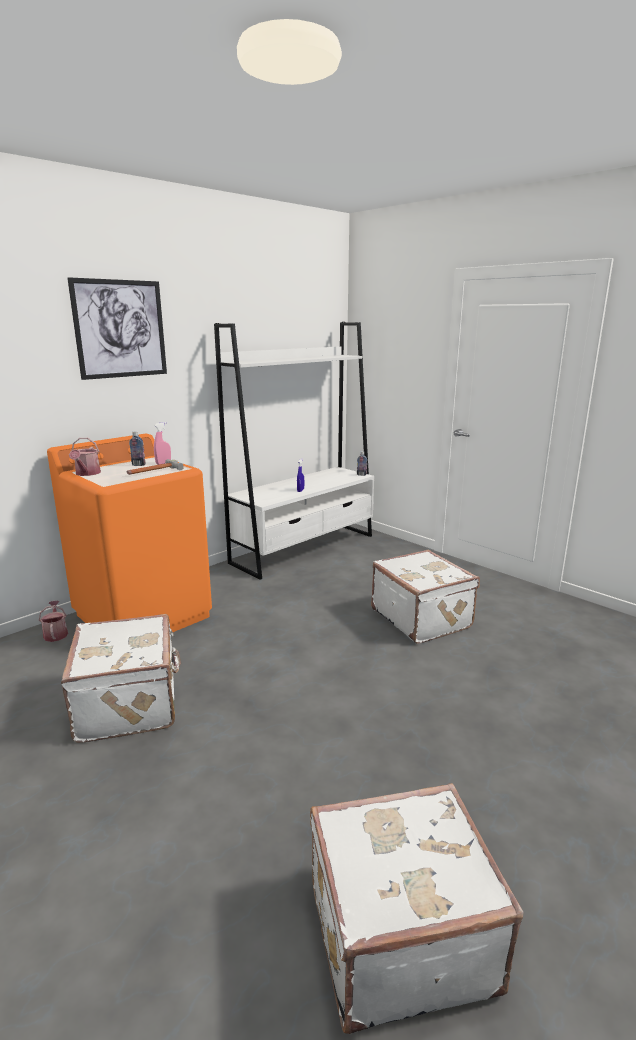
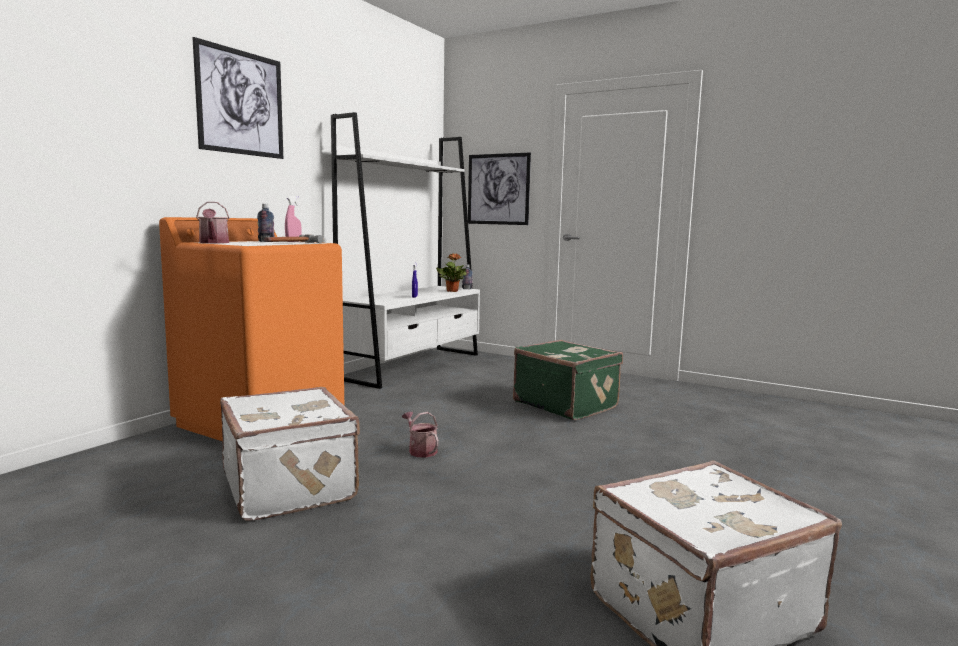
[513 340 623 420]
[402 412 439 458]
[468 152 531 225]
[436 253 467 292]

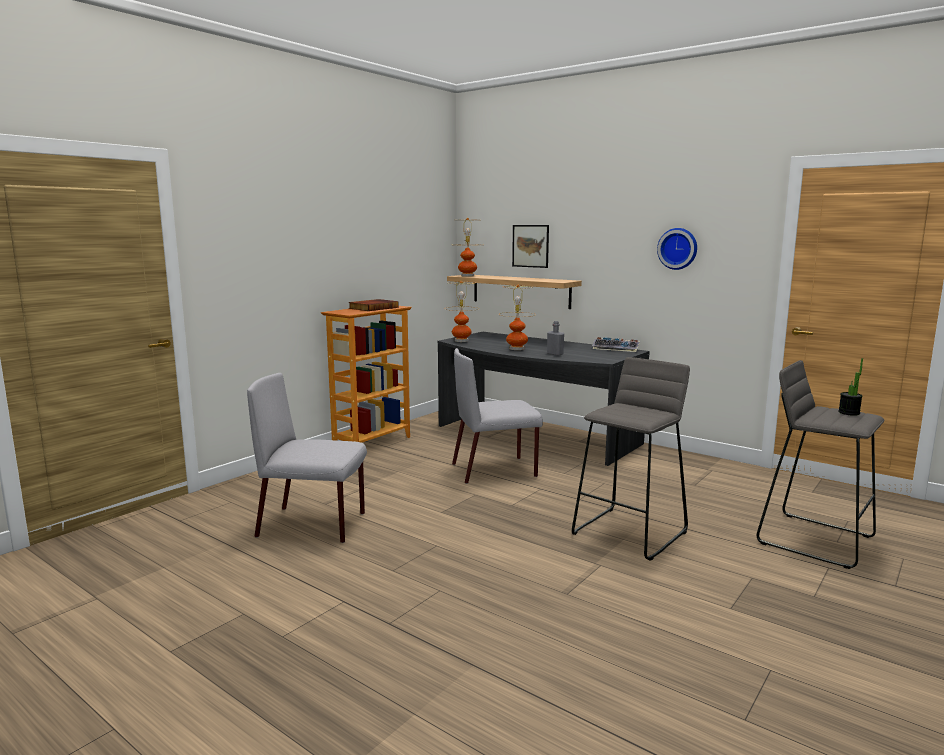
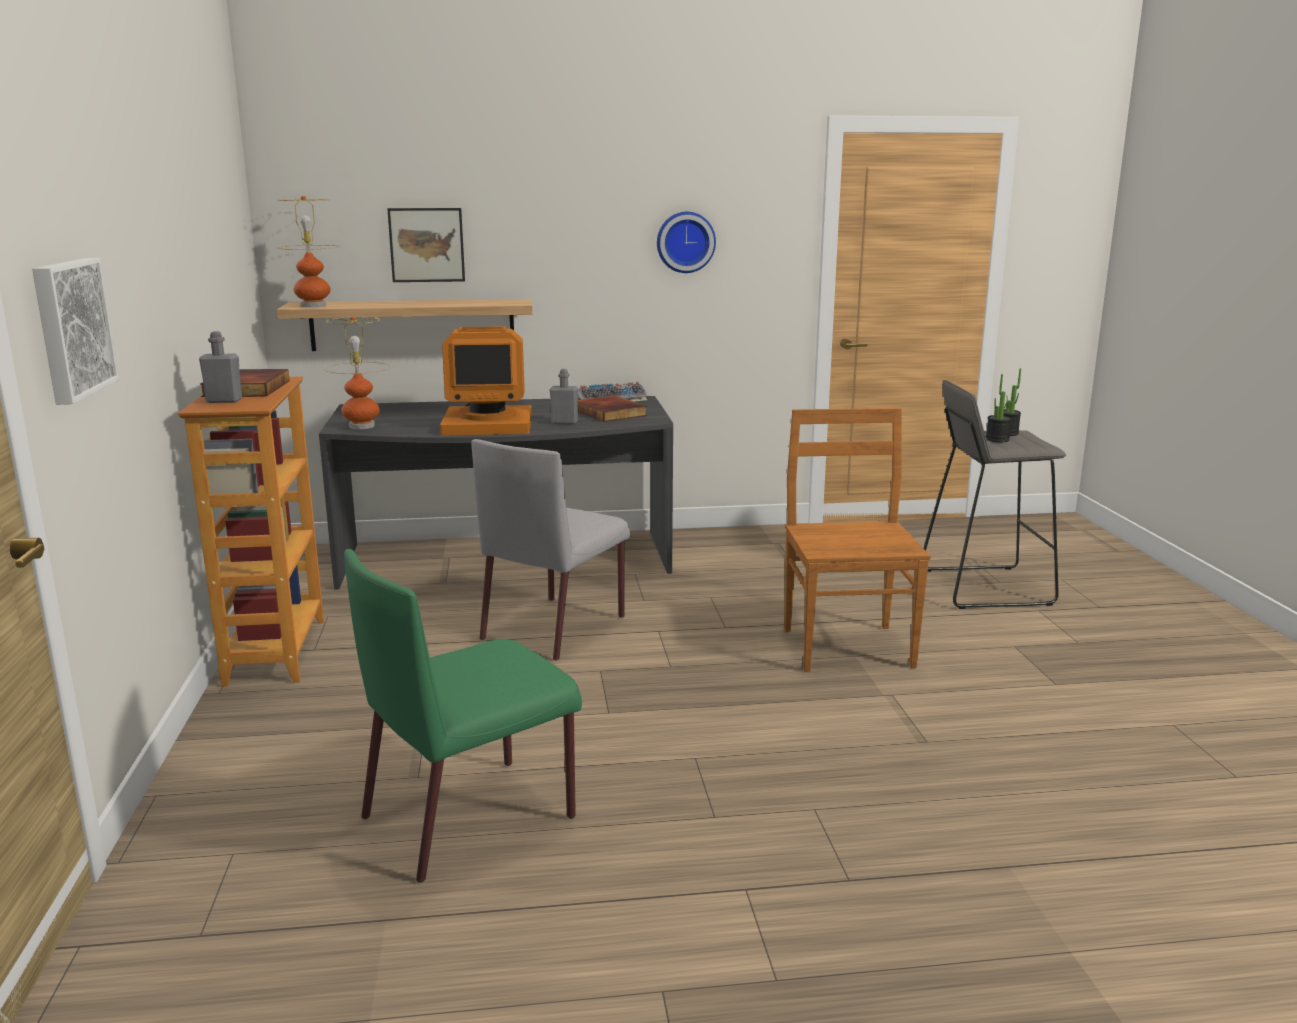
[440 326 532 435]
[784 408 931 672]
[344 549 582 883]
[32 258 119 405]
[199 331 242 403]
[986 374 1012 442]
[578 395 647 422]

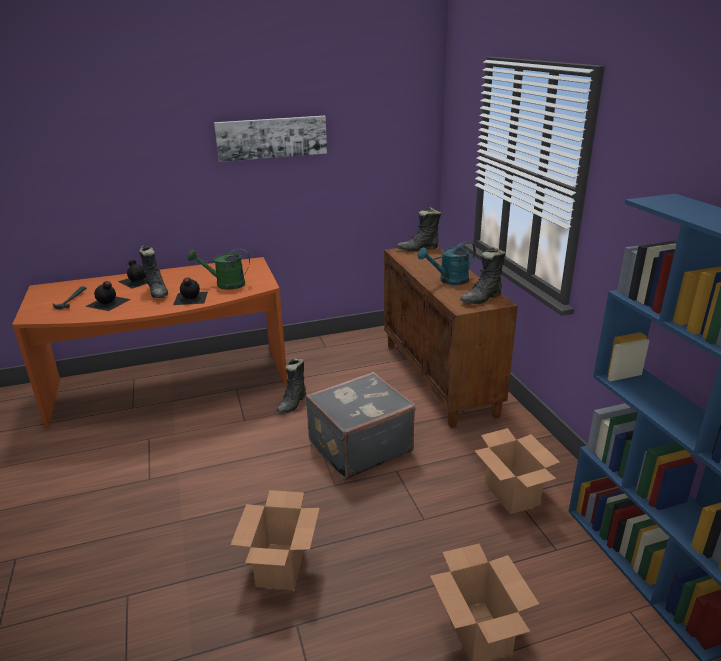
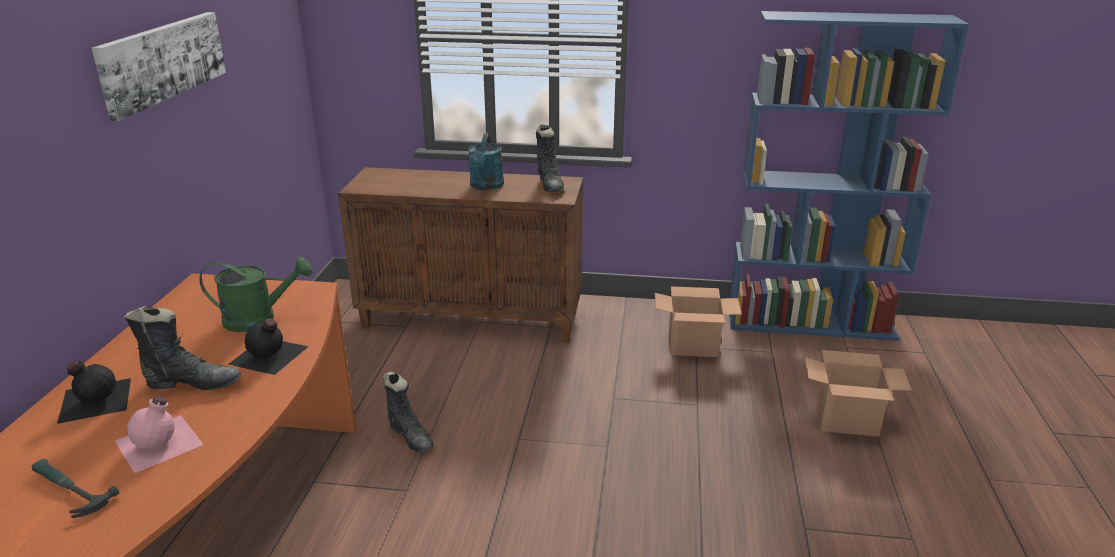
[396 207 441 252] (first image)
[199 257 313 332]
[115 396 203 473]
[305 372 416 480] (first image)
[231 490 320 590] (first image)

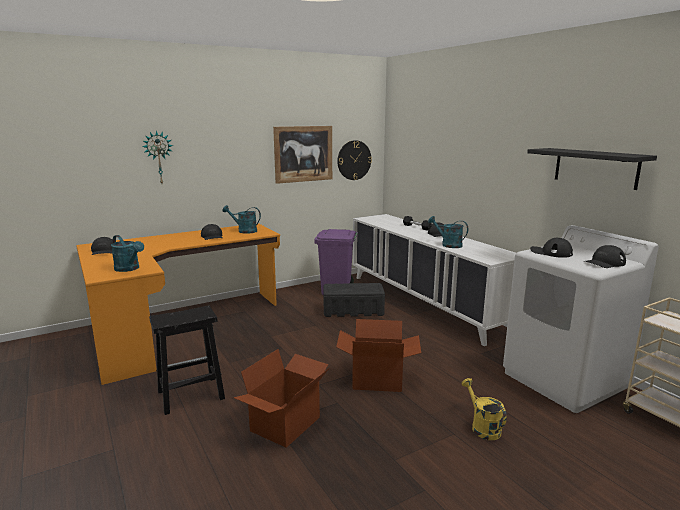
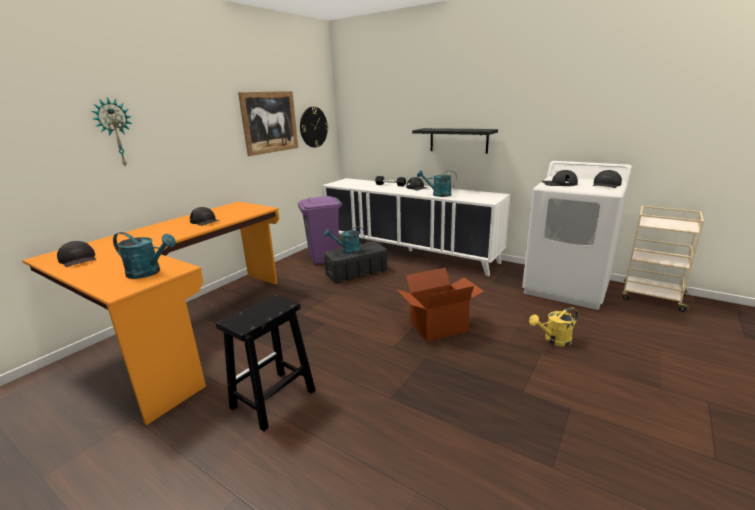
[412 128 498 154]
[324 227 365 254]
[233 349 329 448] (first image)
[529 307 578 346]

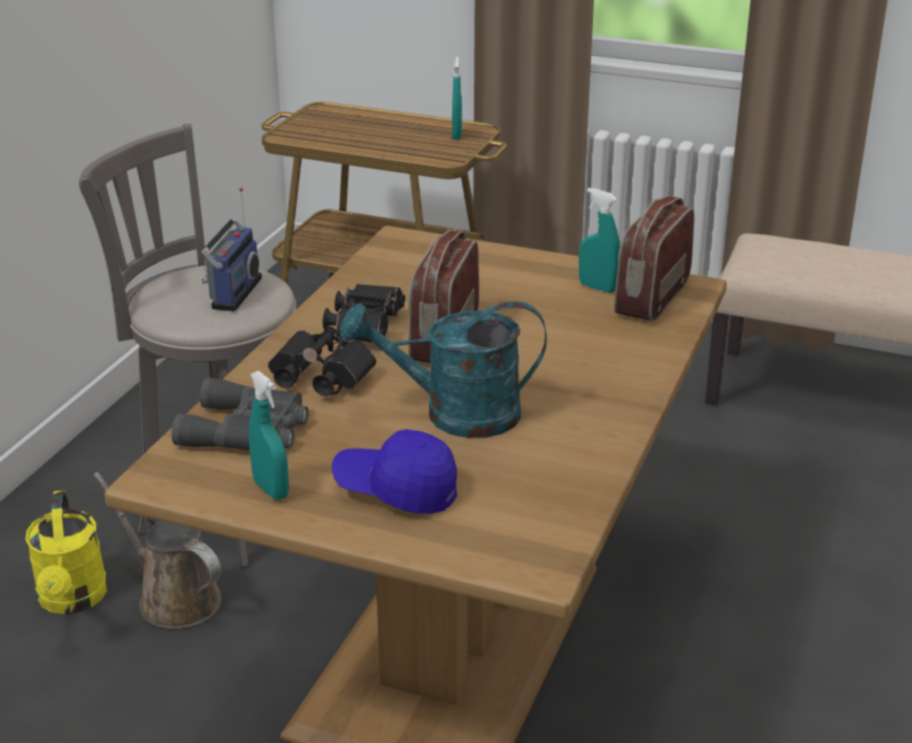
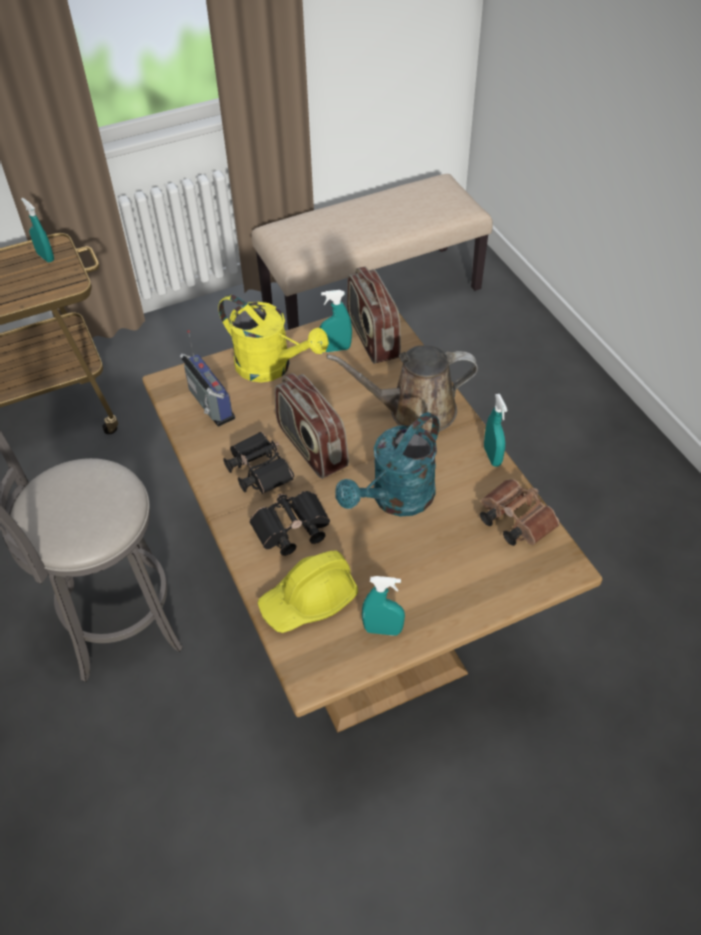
[180 330 235 427]
[258 550 358 633]
[332 429 457 514] (first image)
[327 345 478 433]
[218 295 329 382]
[484 394 508 467]
[480 479 559 546]

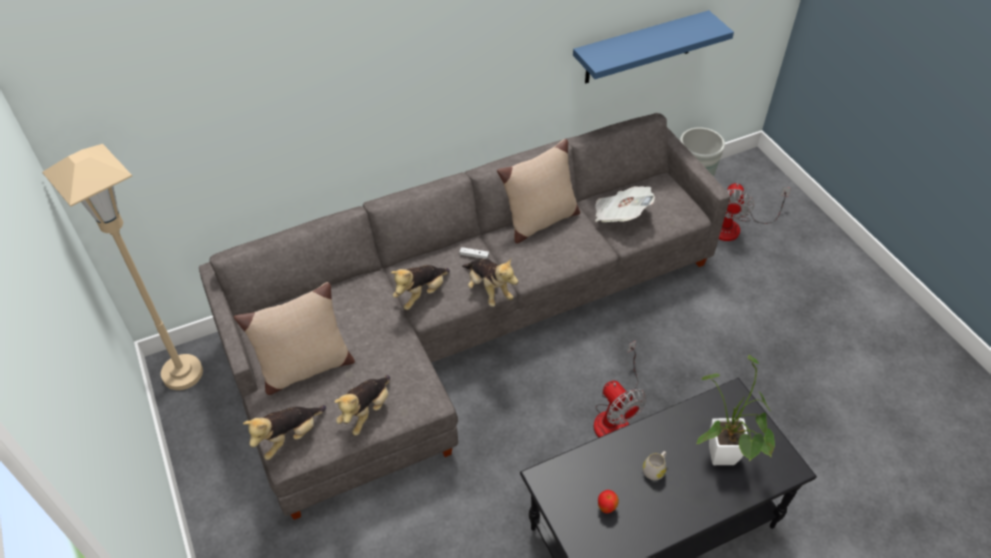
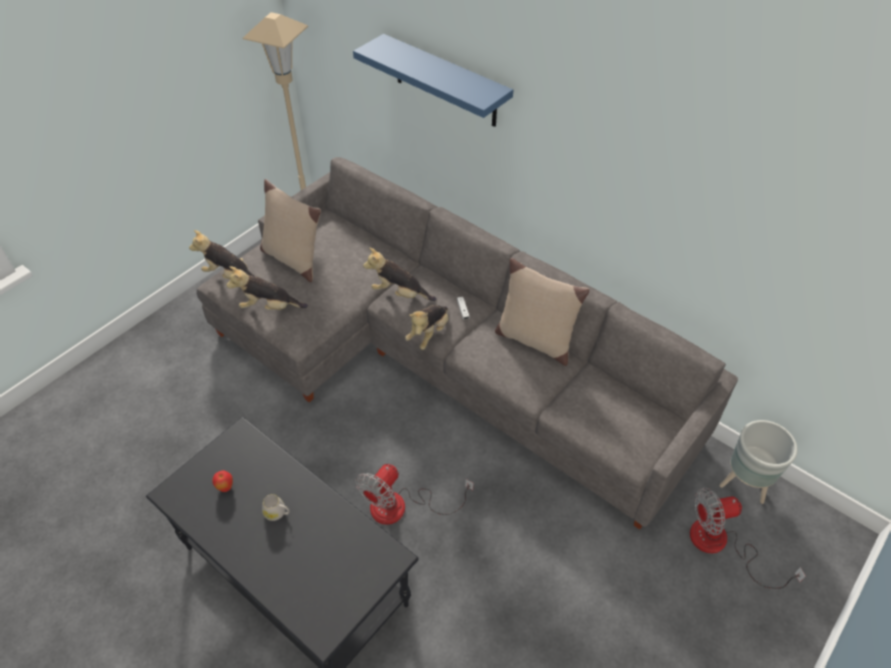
[353 34 513 127]
[595 186 655 222] (first image)
[697 354 775 465] (first image)

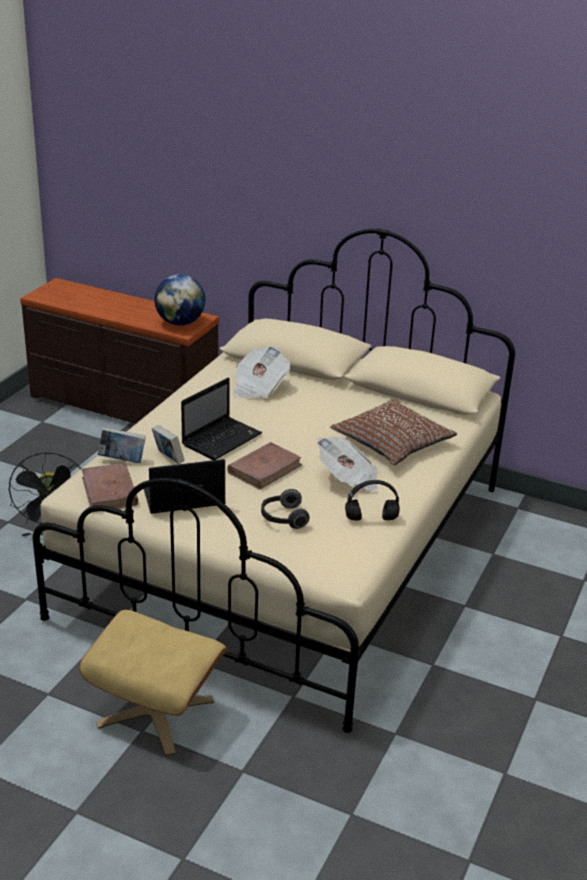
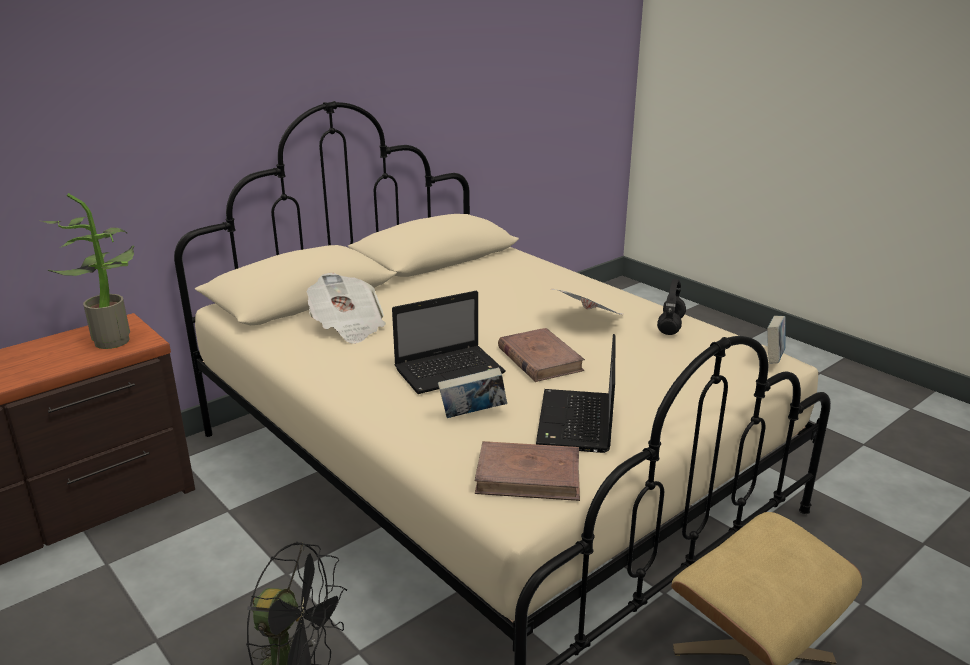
[42 193 135 349]
[392 291 506 394]
[330 399 457 465] (first image)
[767 316 786 363]
[261 489 310 529] (first image)

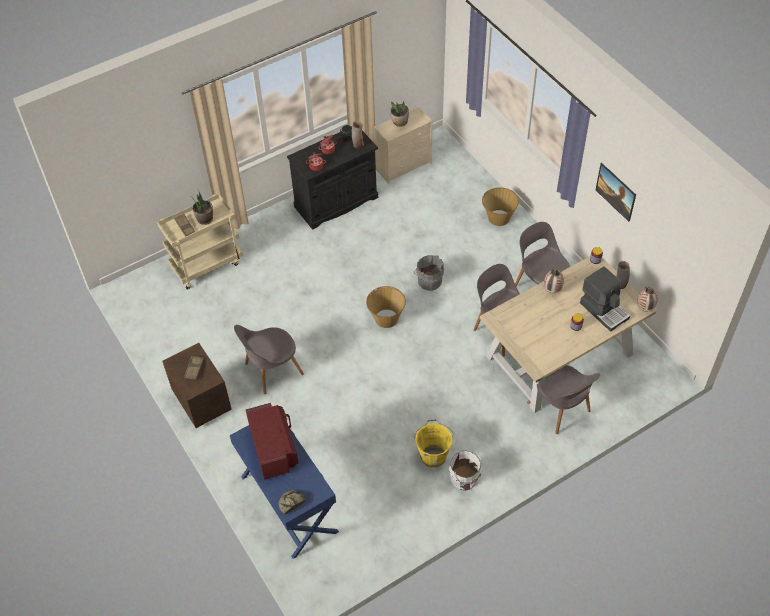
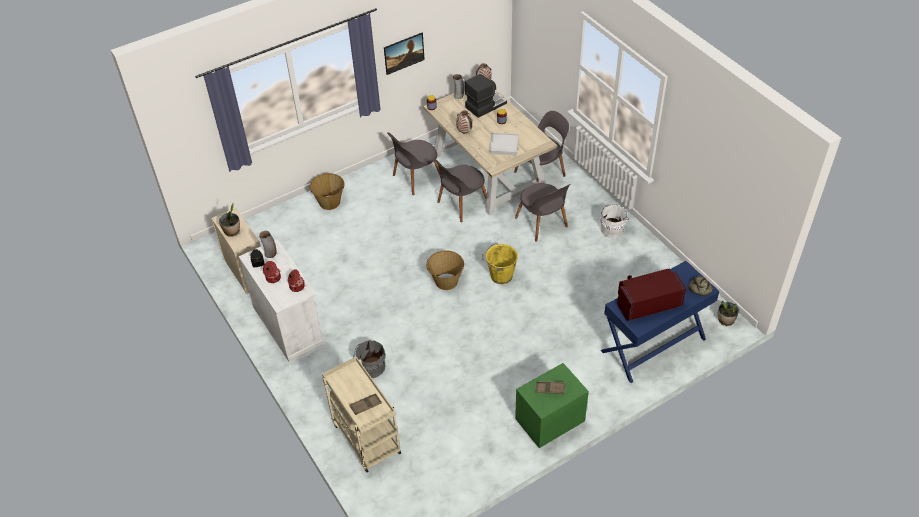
[239 239 325 362]
[718 301 739 326]
[354 340 386 378]
[515 183 570 242]
[515 363 589 448]
[482 243 518 284]
[489 133 519 155]

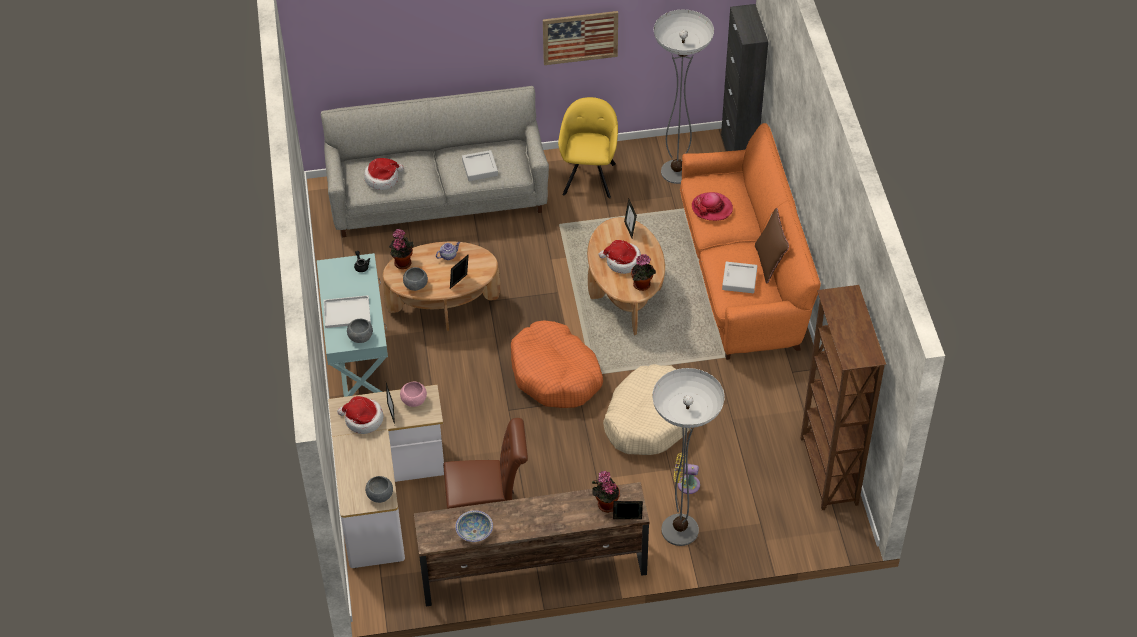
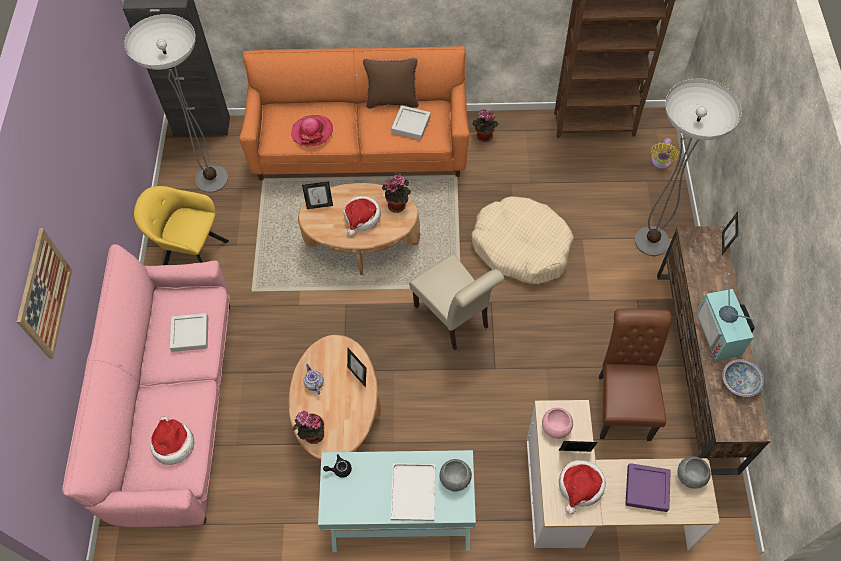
[17 228 72 359]
[62 244 230 527]
[403 267 428 291] (first image)
[409 254 504 350]
[650 138 679 169]
[473 109 499 142]
[696 273 755 361]
[625 463 671 512]

